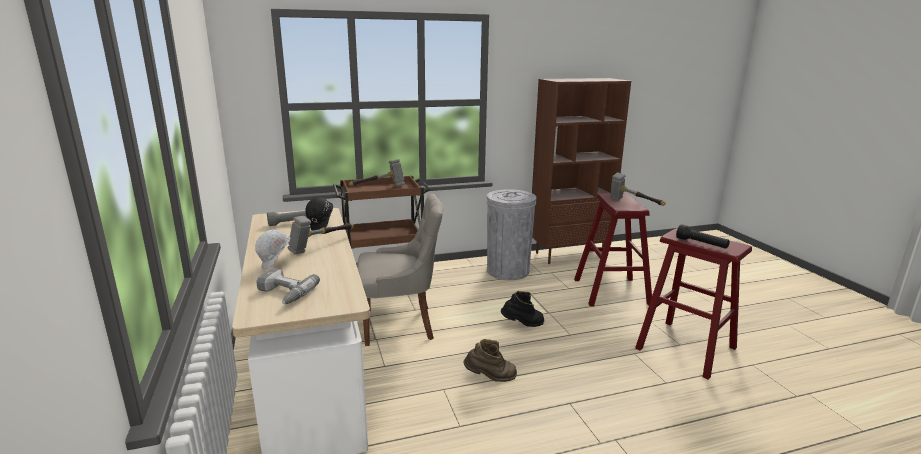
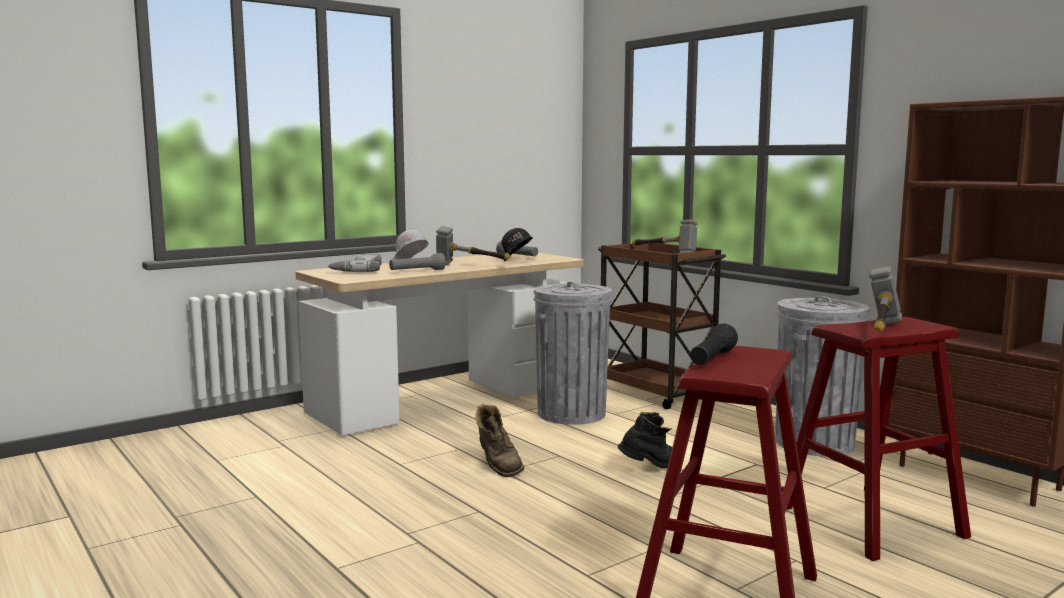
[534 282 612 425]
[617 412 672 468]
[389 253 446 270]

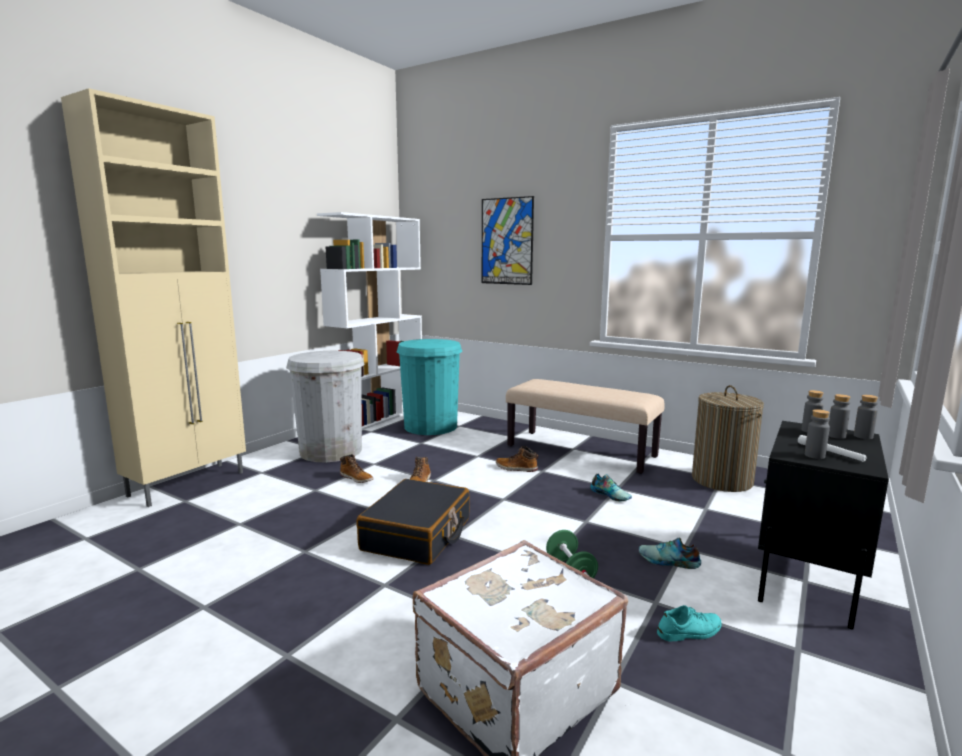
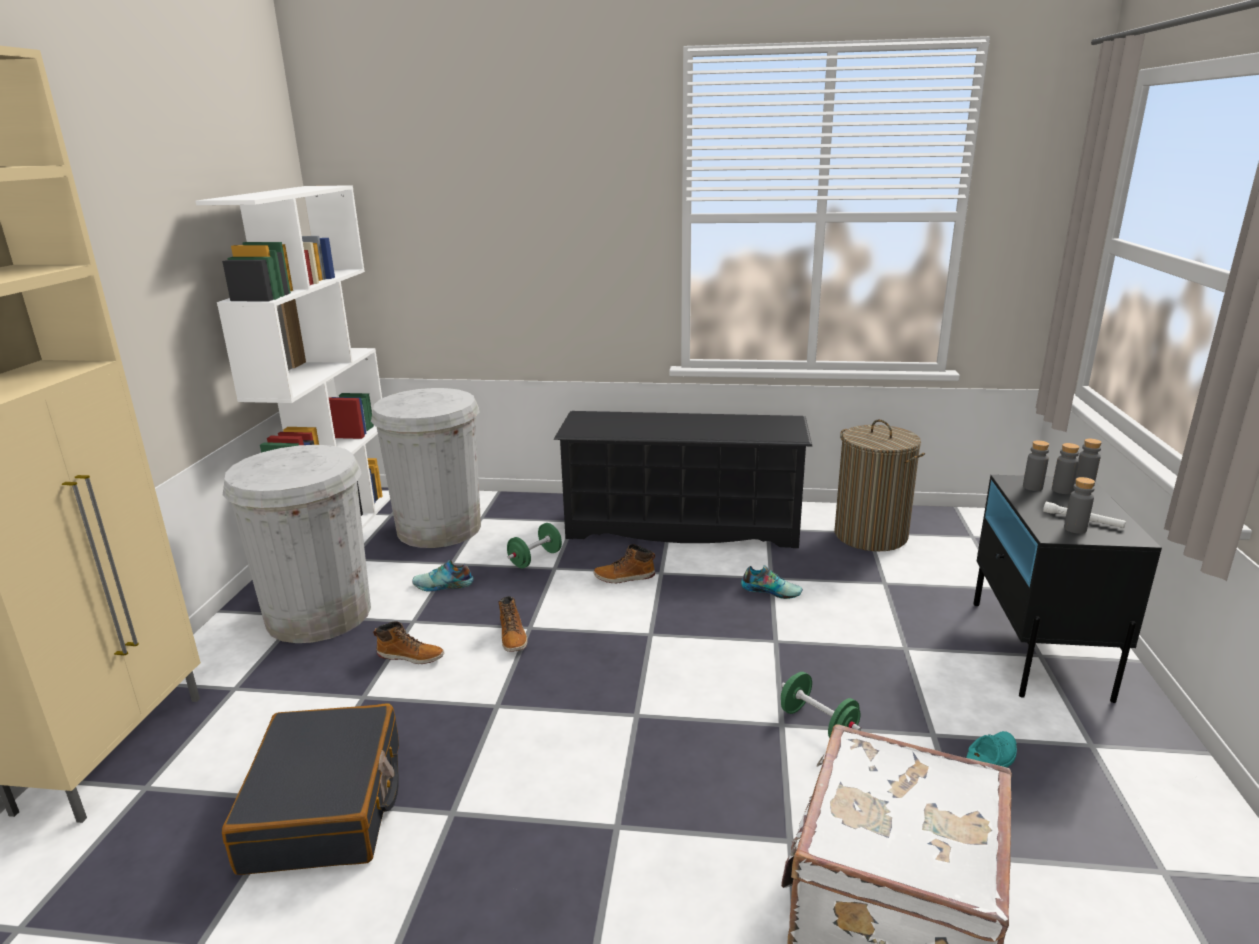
[482 196 534 285] (first image)
[371 388 481 548]
[554 411 812 548]
[222 703 399 875]
[412 560 474 592]
[507 523 562 568]

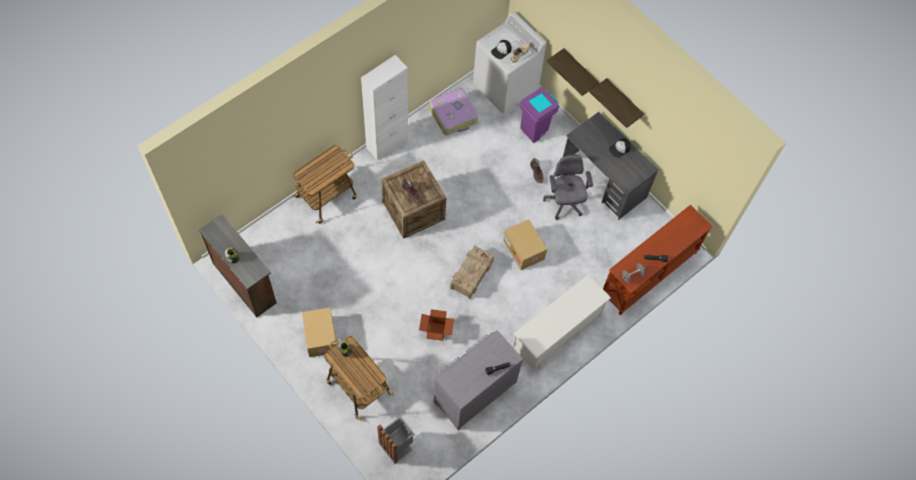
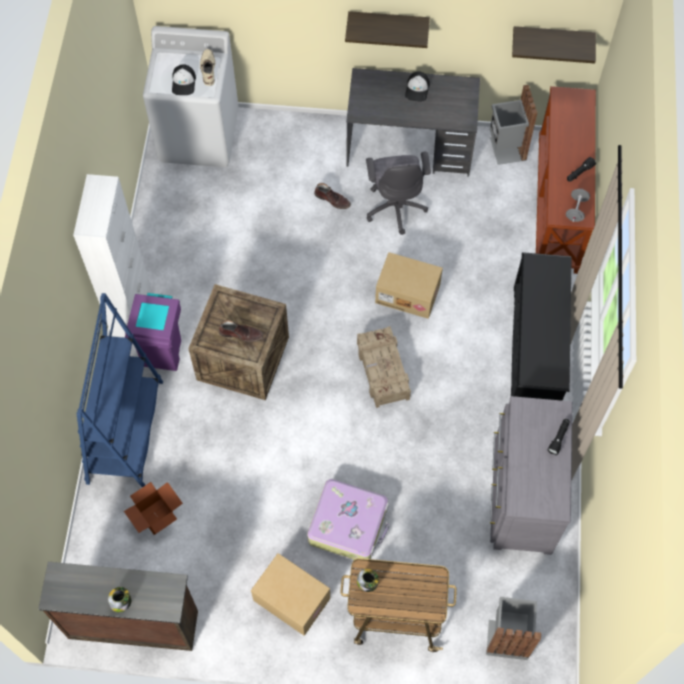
[512 26 596 64]
[125 293 181 371]
[307 479 389 560]
[77 293 163 487]
[366 152 431 235]
[511 252 572 401]
[124 482 183 535]
[490 85 537 165]

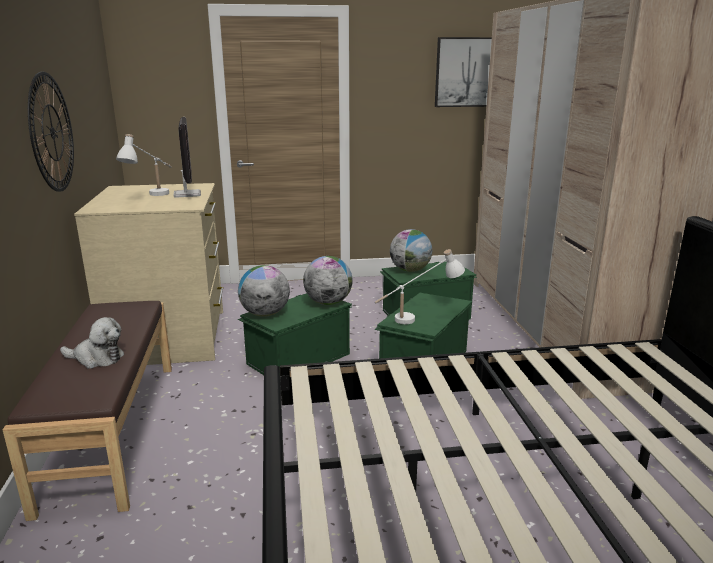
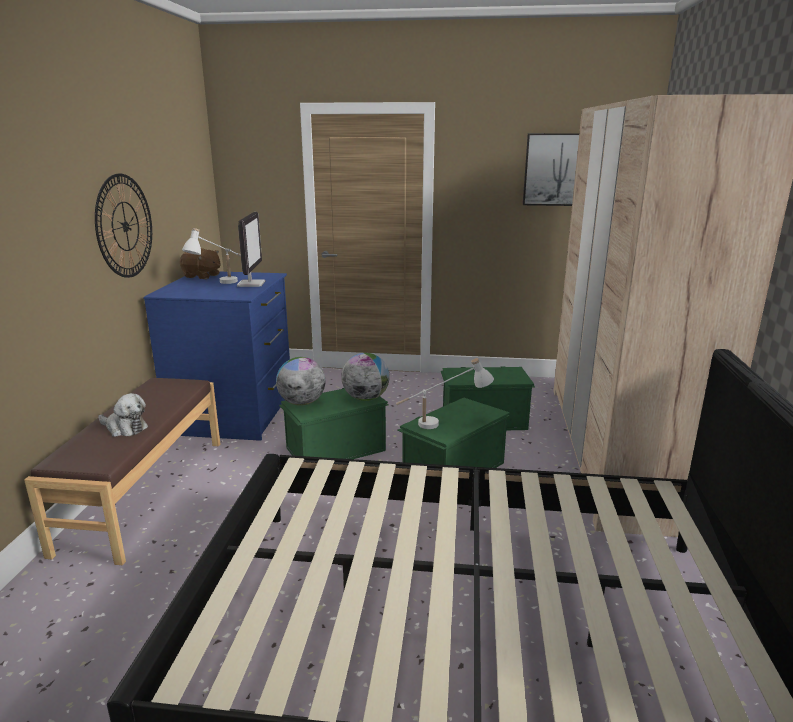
[143 271 290 441]
[390 229 432 272] (first image)
[180 248 220 279]

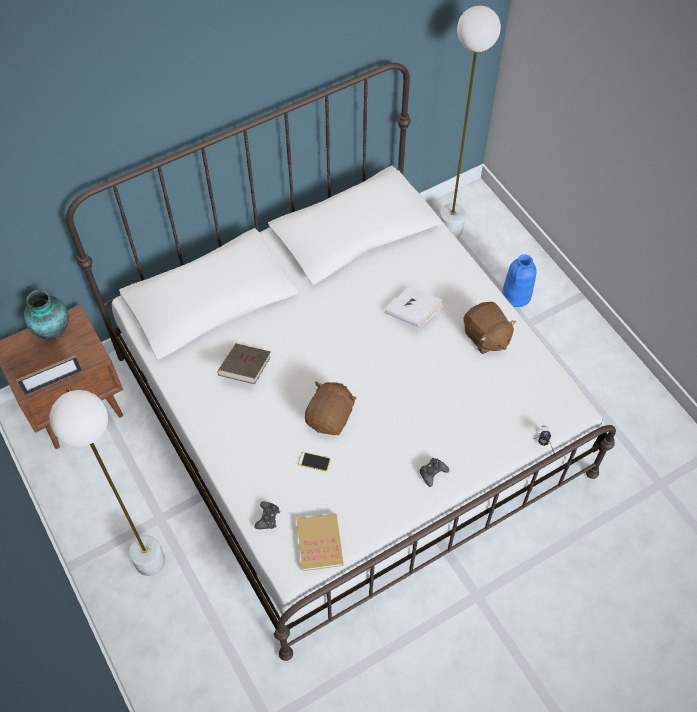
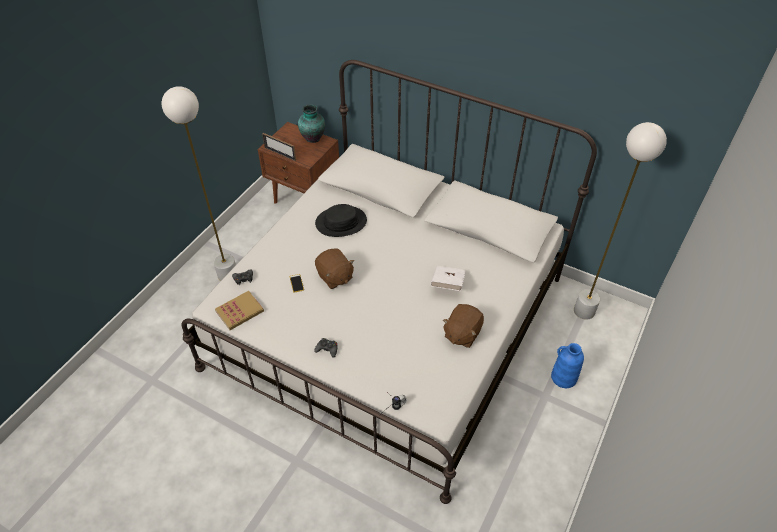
[315 204 367 237]
[315 248 354 289]

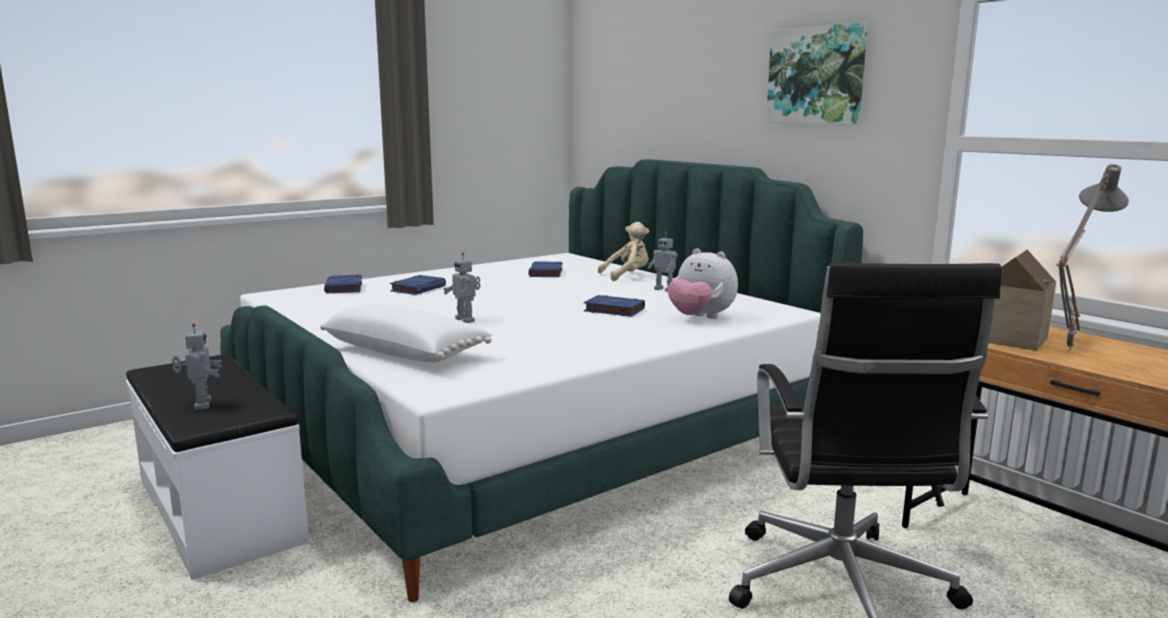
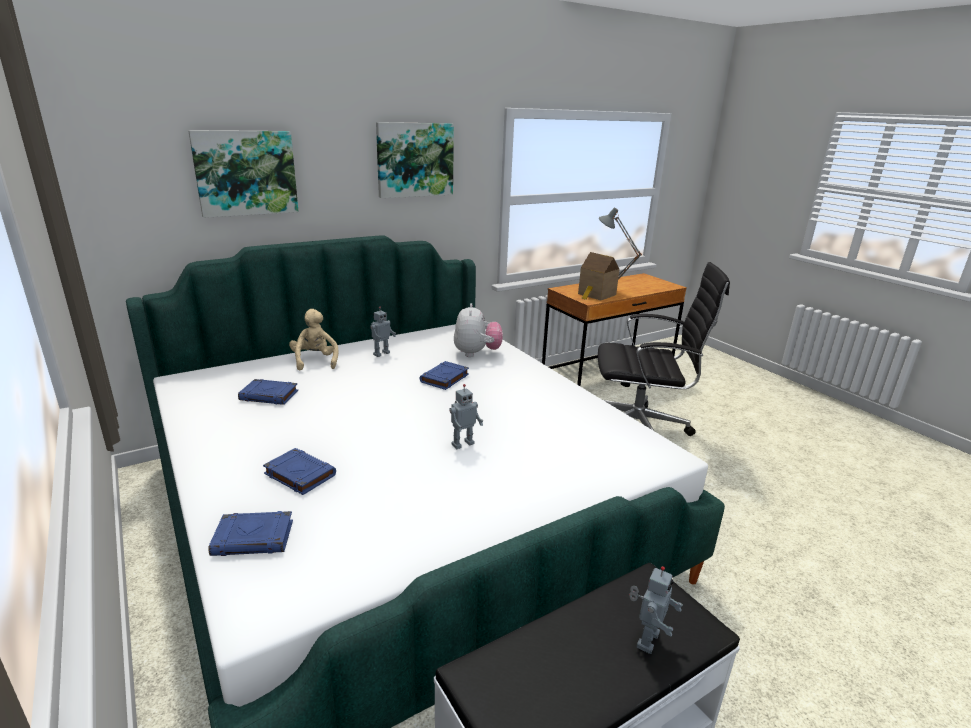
[454 303 503 357]
[320 304 492 363] (first image)
[629 566 683 654]
[188 130 299 218]

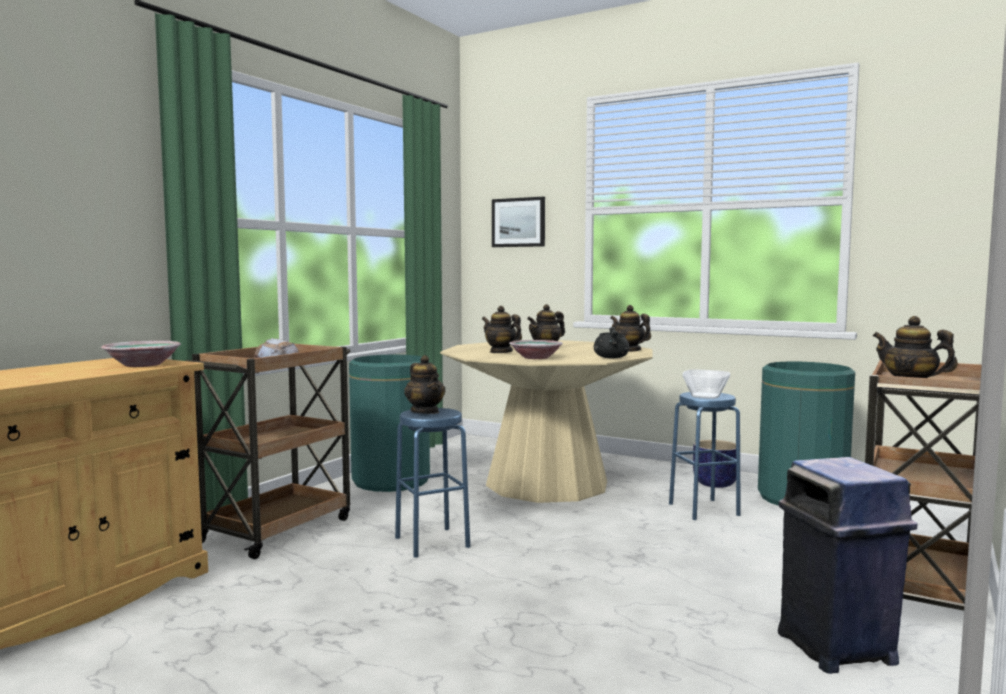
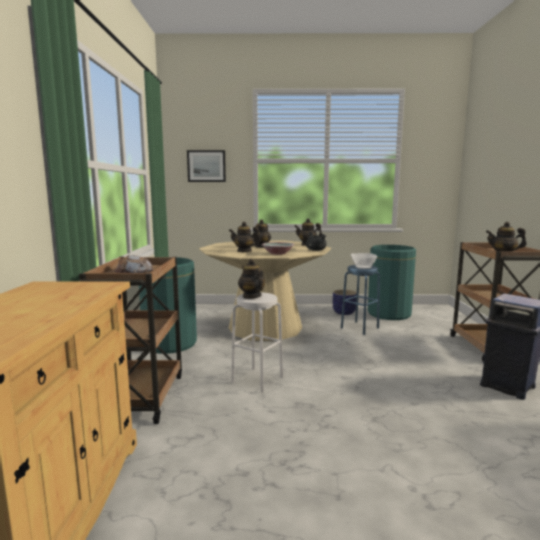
[101 341 181 367] (first image)
[238 259 265 299]
[231 292 283 393]

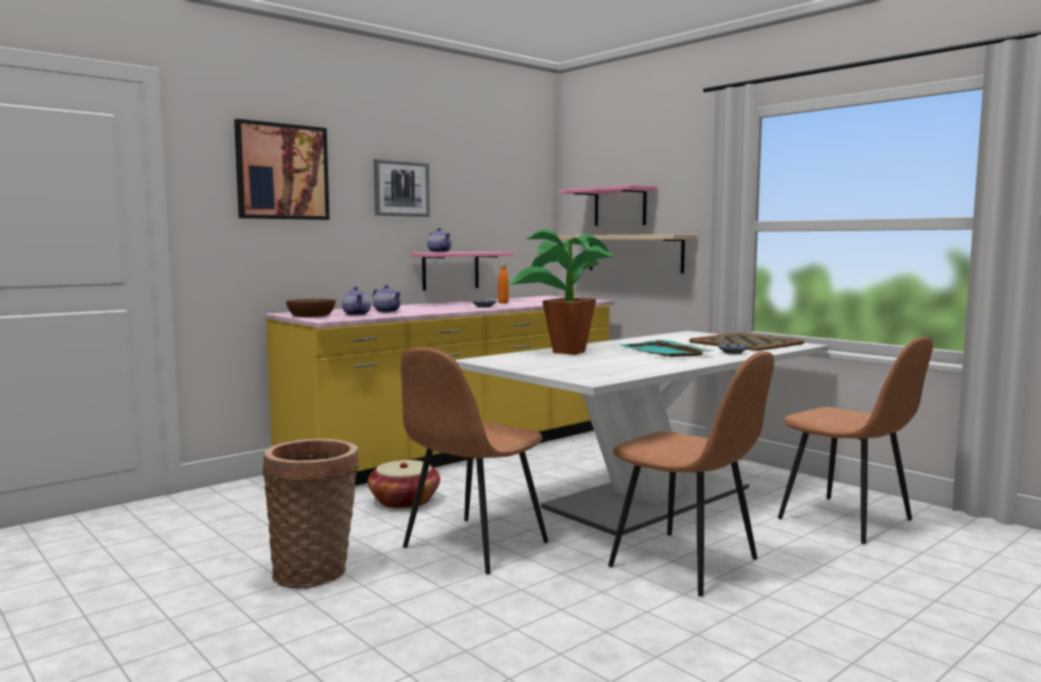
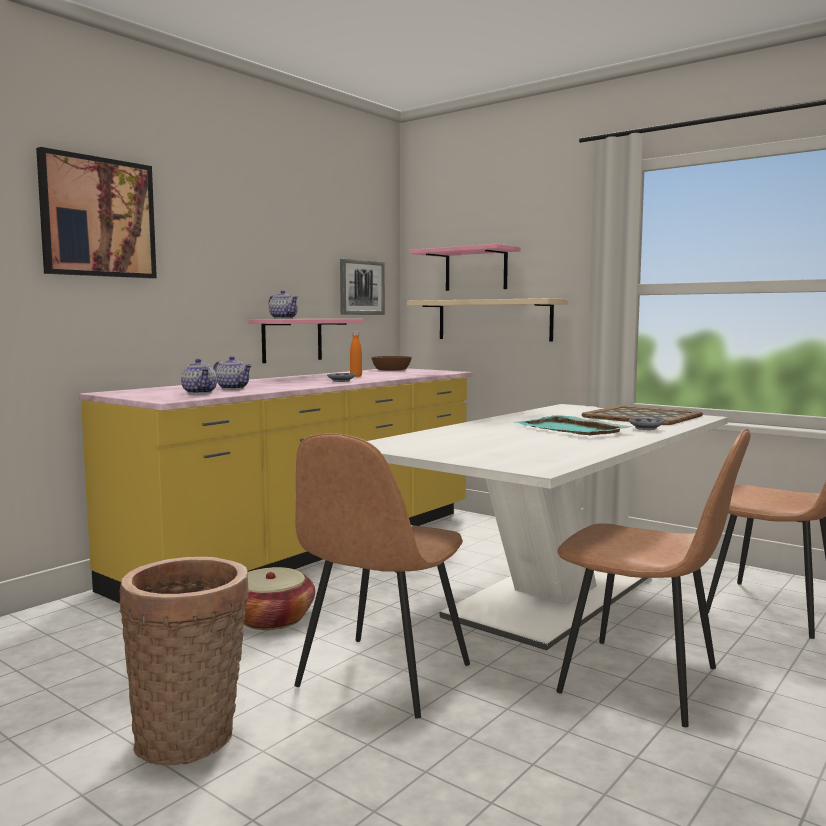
[340 259 385 315]
[508 229 615 355] (first image)
[372 356 412 370]

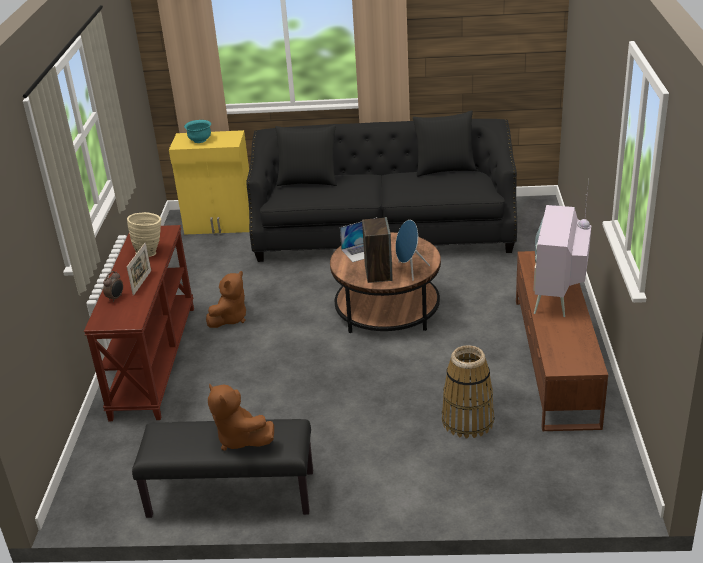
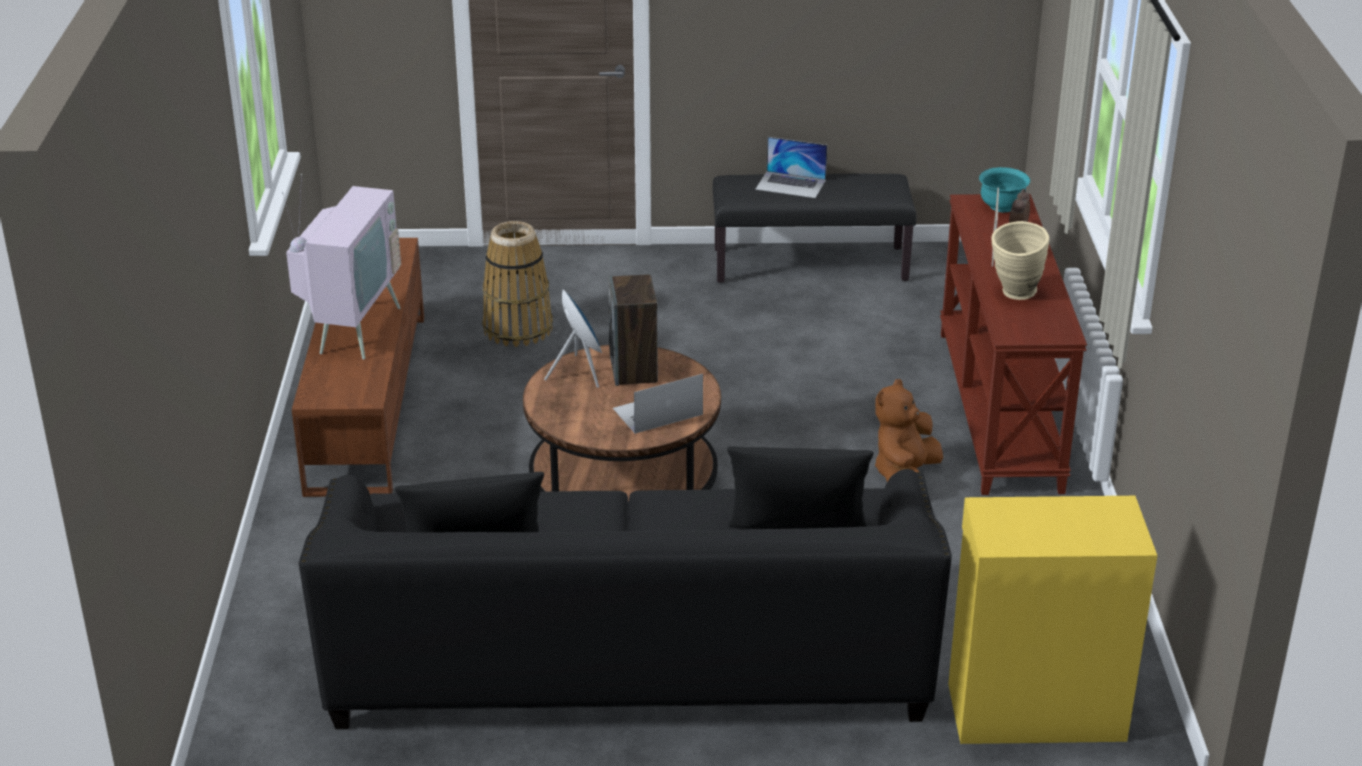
[979 167 1030 212]
[755 137 827 198]

